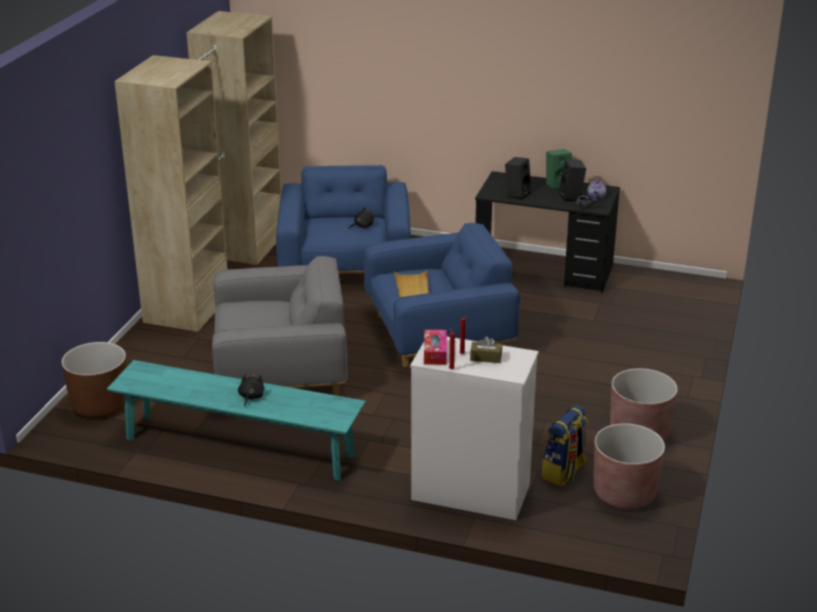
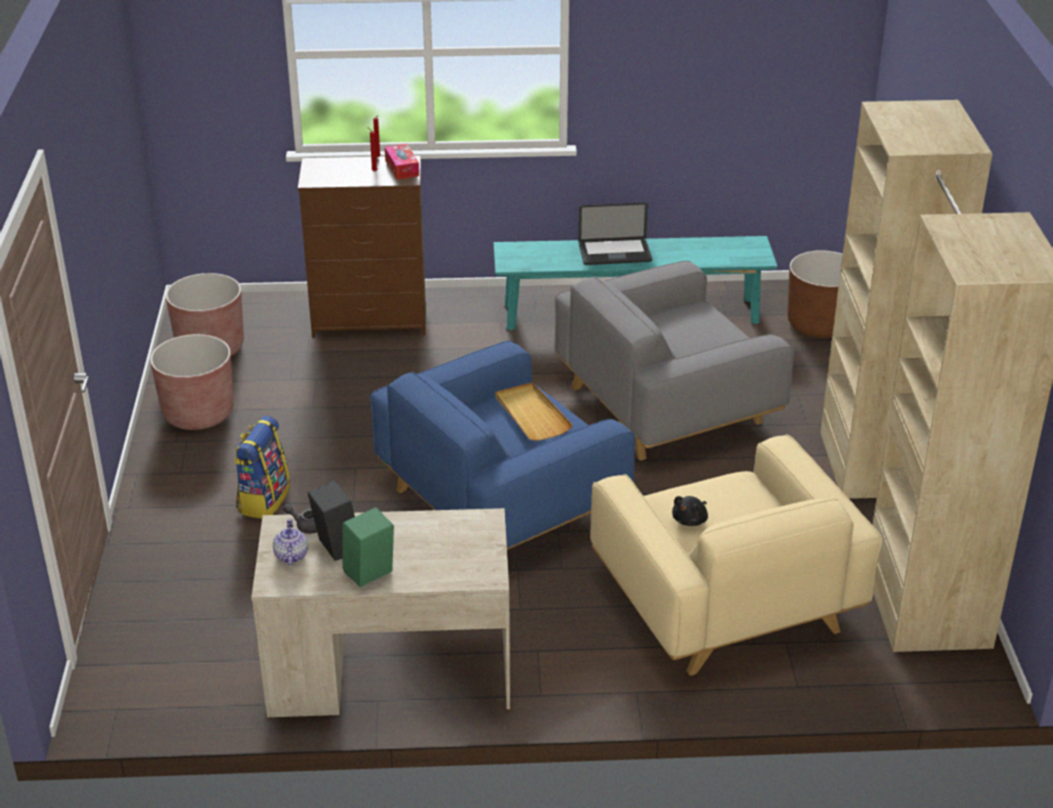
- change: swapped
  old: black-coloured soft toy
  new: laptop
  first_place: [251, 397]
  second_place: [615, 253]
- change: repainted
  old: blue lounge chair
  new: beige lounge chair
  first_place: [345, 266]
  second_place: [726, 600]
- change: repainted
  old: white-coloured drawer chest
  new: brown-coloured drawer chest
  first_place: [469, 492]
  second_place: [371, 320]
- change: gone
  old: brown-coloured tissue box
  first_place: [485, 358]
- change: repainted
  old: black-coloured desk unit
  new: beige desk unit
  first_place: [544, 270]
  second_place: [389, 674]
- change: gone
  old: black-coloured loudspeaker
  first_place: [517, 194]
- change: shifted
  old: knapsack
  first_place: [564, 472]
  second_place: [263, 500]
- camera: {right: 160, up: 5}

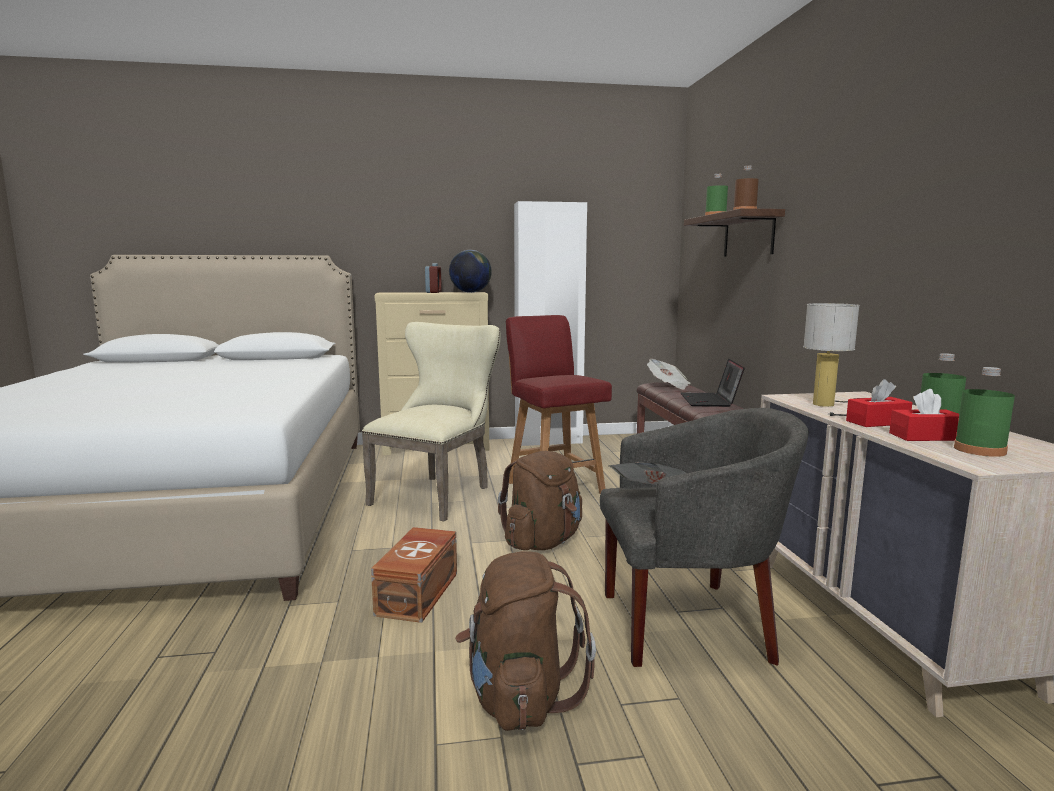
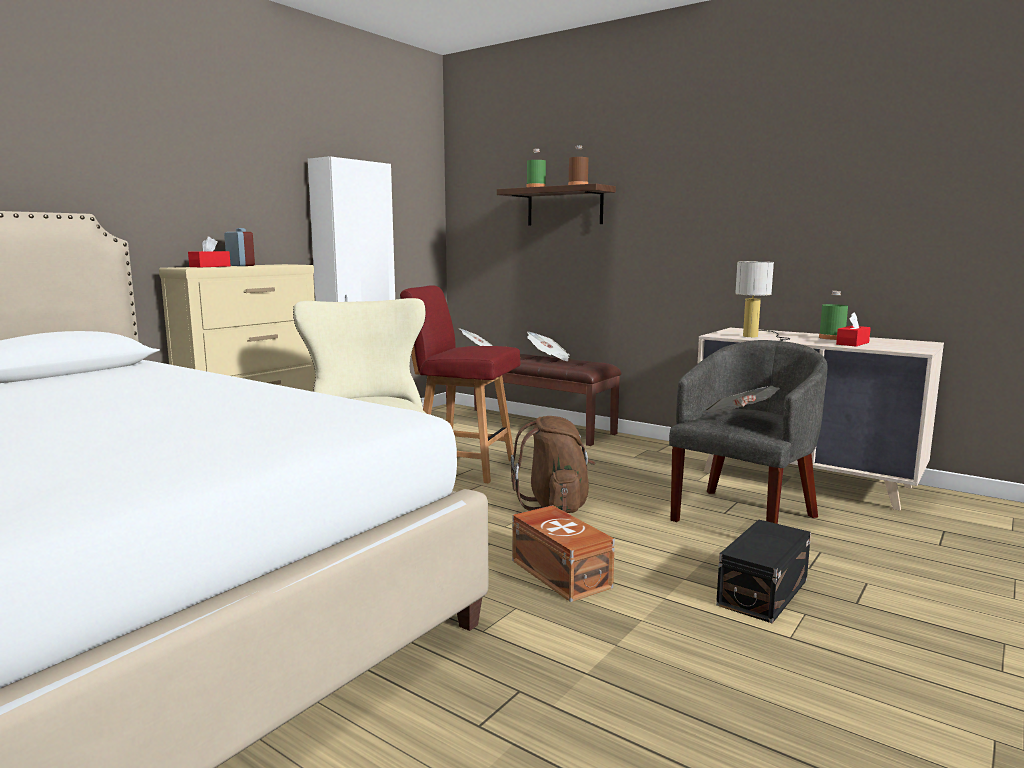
- change: gone
  old: desk globe
  first_place: [470, 292]
- change: swapped
  old: brown-coloured knapsack
  new: black-coloured storage container
  first_place: [519, 697]
  second_place: [765, 592]
- change: swapped
  old: laptop
  new: daily paper
  first_place: [710, 401]
  second_place: [549, 359]
- change: shifted
  old: reddish tissue box
  first_place: [877, 422]
  second_place: [210, 266]
- change: gone
  old: green beverage bottle
  first_place: [979, 450]
- camera: {right: -45, up: 0}

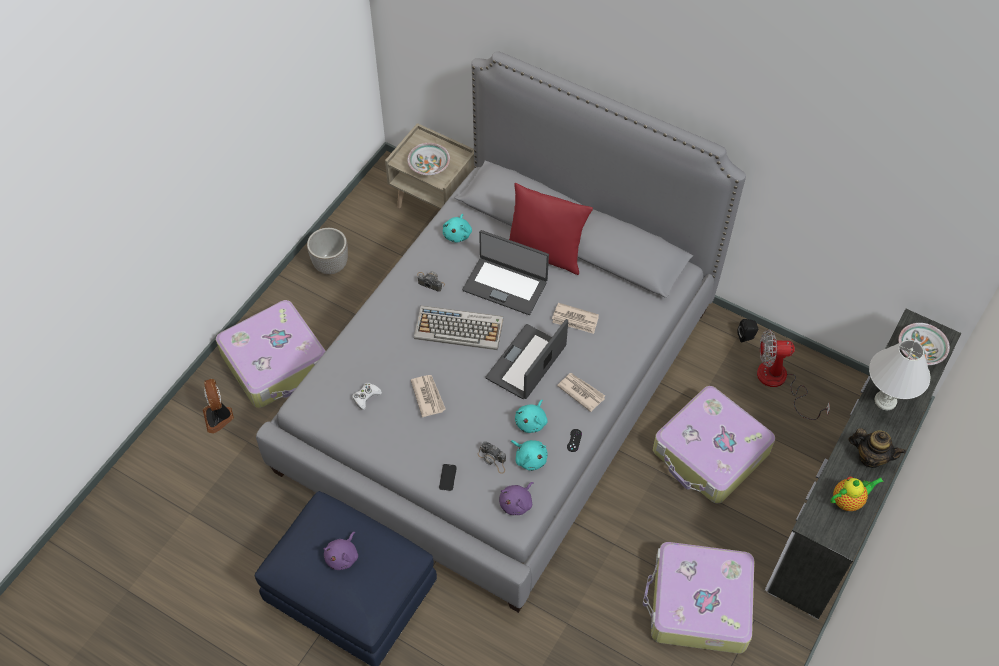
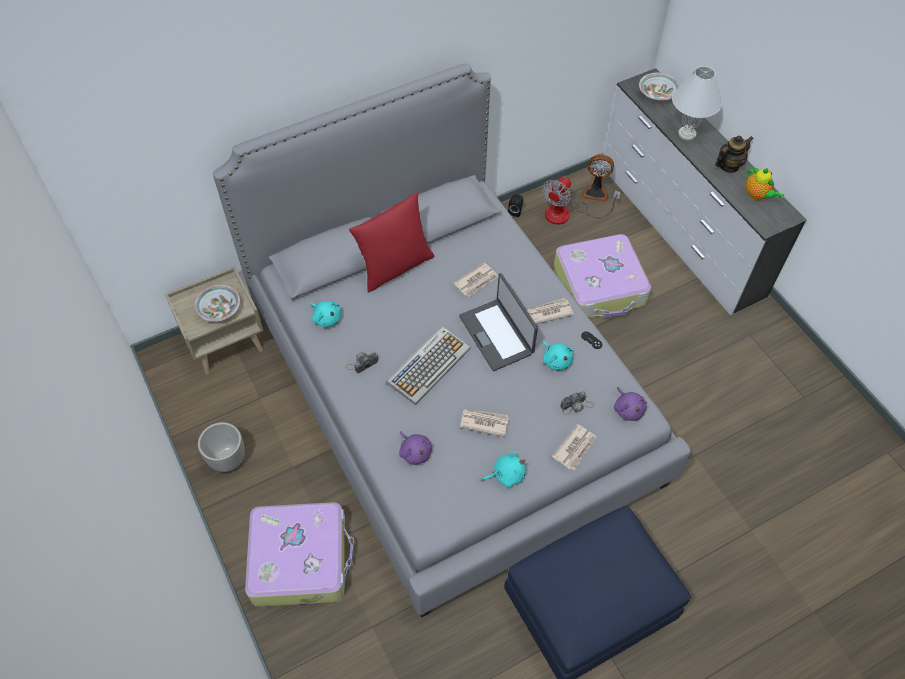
- change: shifted
  old: fan
  first_place: [219, 417]
  second_place: [595, 191]
- change: shifted
  old: purple-coloured soft toy
  first_place: [343, 556]
  second_place: [415, 452]
- change: gone
  old: white-coloured gamepad
  first_place: [366, 397]
- change: swapped
  old: telephone
  new: daily paper
  first_place: [447, 477]
  second_place: [575, 448]
- change: gone
  old: laptop
  first_place: [505, 285]
- change: shifted
  old: blue-green soft toy
  first_place: [530, 458]
  second_place: [506, 475]
- change: gone
  old: suitcase
  first_place: [698, 604]
- change: rotated
  old: teapot
  first_place: [849, 500]
  second_place: [757, 196]
  degrees: 135
- camera: {right: -60, up: 0}

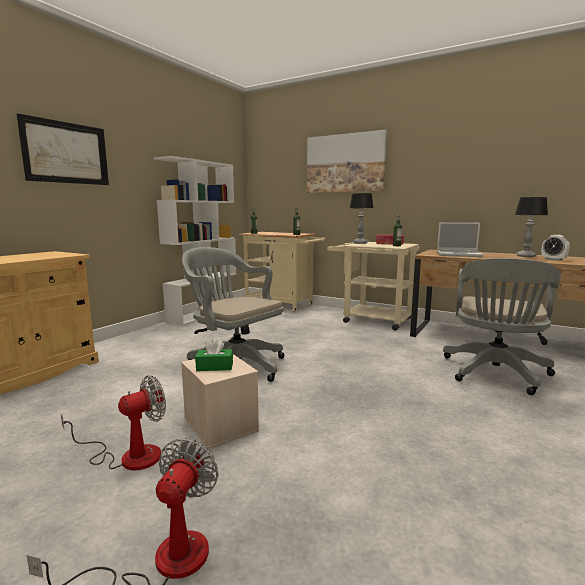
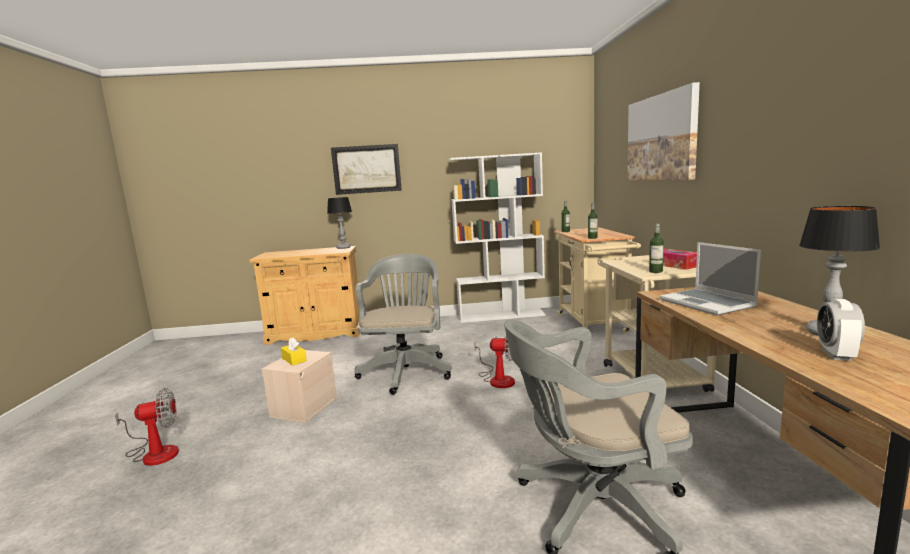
- change: shifted
  old: fan
  first_place: [128, 456]
  second_place: [498, 379]
- change: repainted
  old: green tissue box
  new: yellow tissue box
  first_place: [214, 367]
  second_place: [294, 360]
- change: shifted
  old: tabletop lamp
  first_place: [360, 243]
  second_place: [343, 247]
- camera: {right: 55, up: 0}

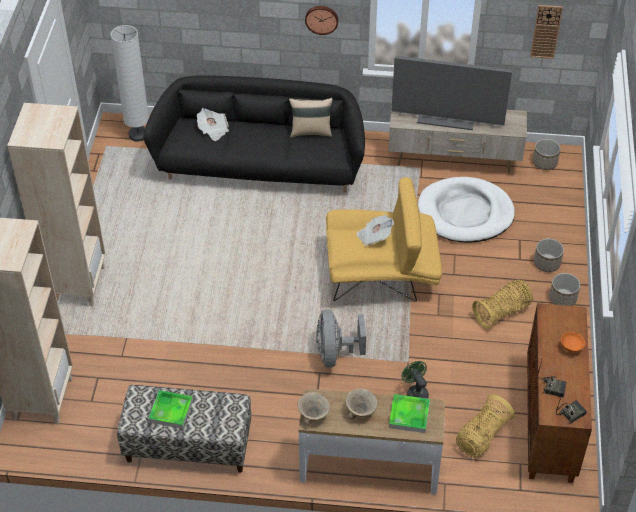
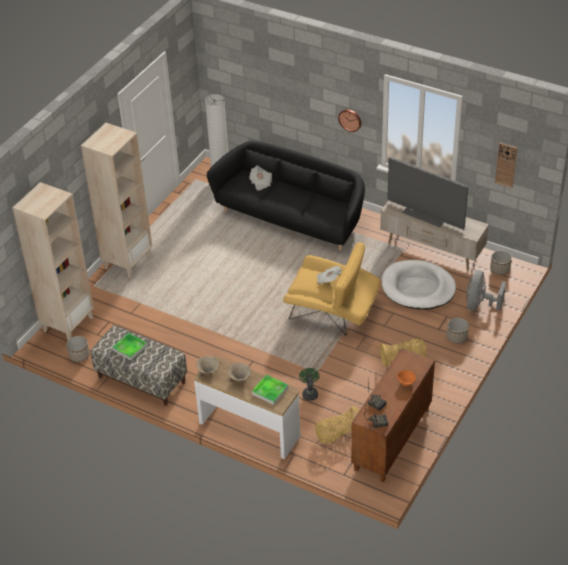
- change: gone
  old: beige pillow
  first_place: [311, 131]
- change: shifted
  old: gray fan
  first_place: [335, 354]
  second_place: [479, 305]
- change: shifted
  old: flower pot
  first_place: [562, 298]
  second_place: [79, 355]
- camera: {right: 25, up: -5}

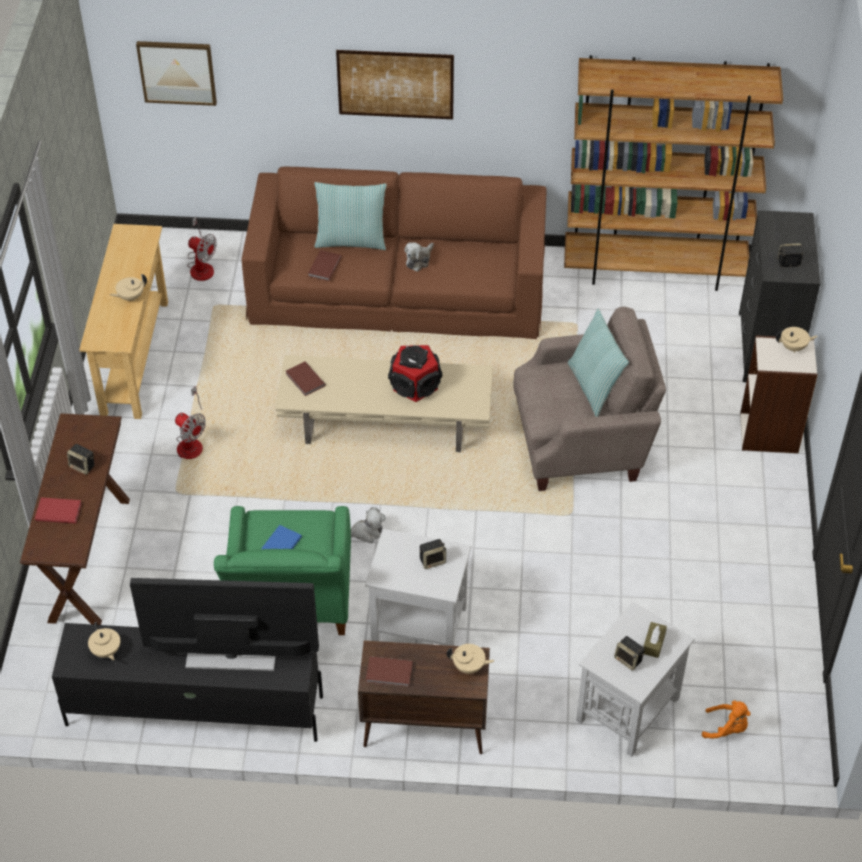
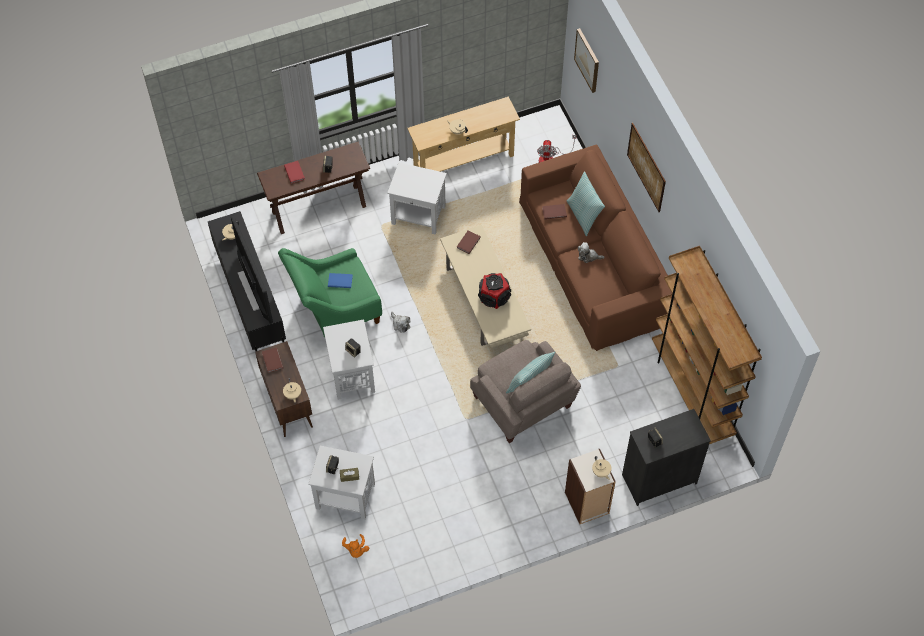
- change: swapped
  old: fan
  new: white-coloured side table
  first_place: [191, 442]
  second_place: [419, 215]
- camera: {right: 65, up: 10}

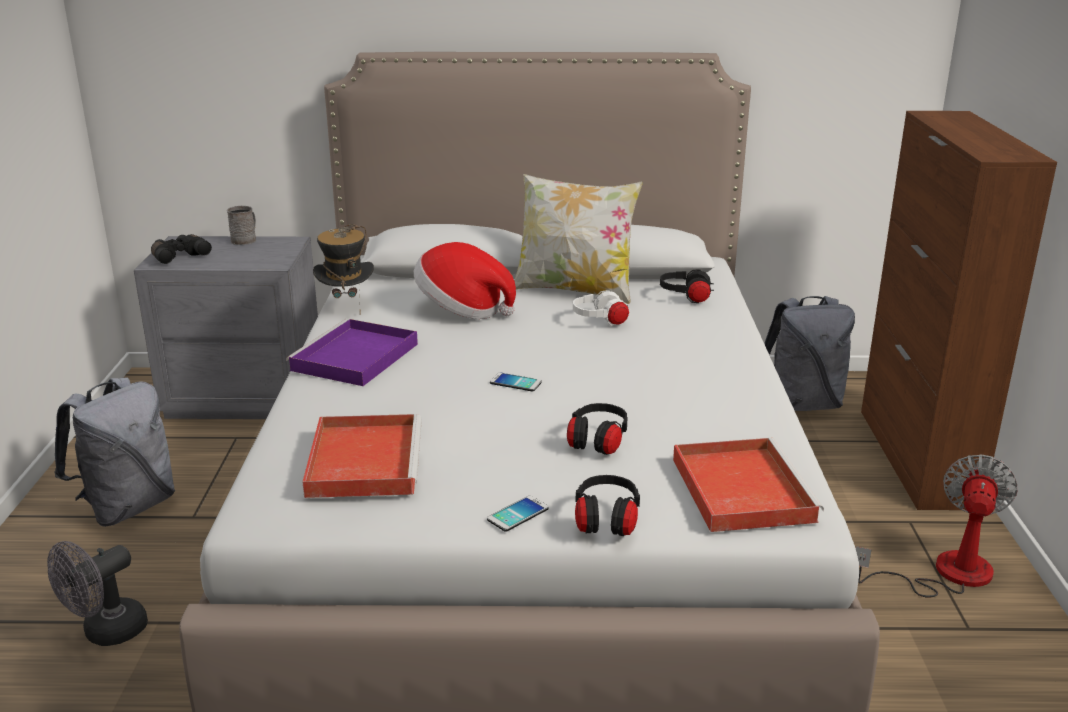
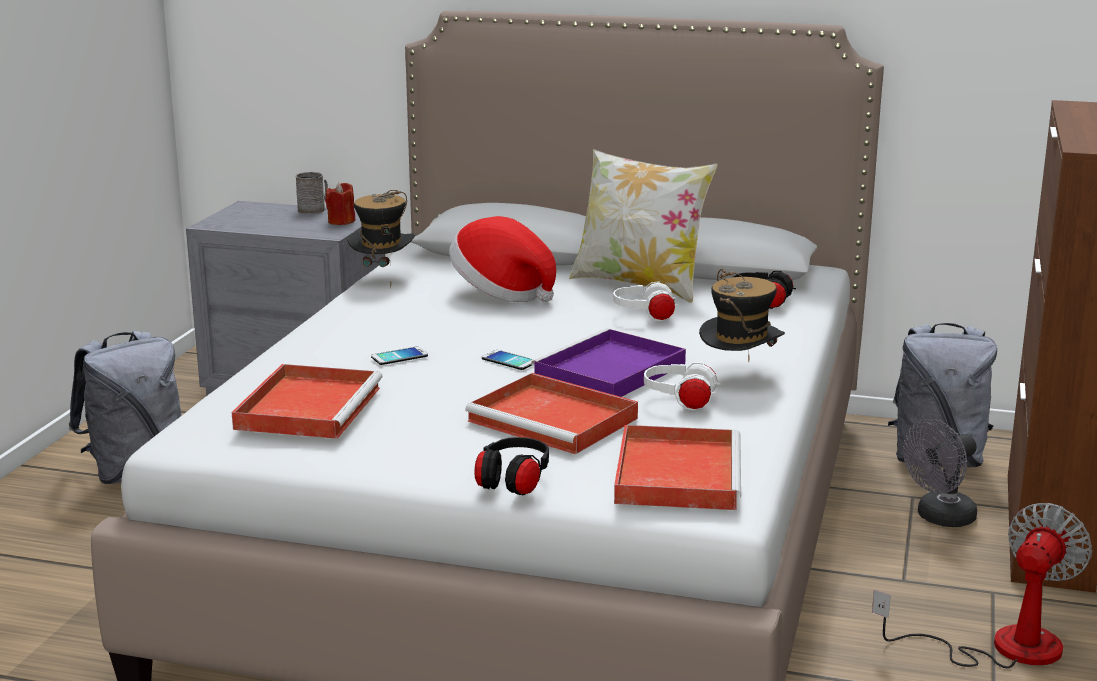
- change: shifted
  old: gray fan
  first_place: [106, 633]
  second_place: [939, 518]
- change: gone
  old: black-coloured field glasses
  first_place: [179, 256]
- change: shifted
  old: purple-coloured tray
  first_place: [354, 358]
  second_place: [609, 372]
- change: shifted
  old: telephone
  first_place: [518, 514]
  second_place: [399, 357]
- change: swapped
  old: black-coloured pair of headphones
  new: reddish tray
  first_place: [597, 443]
  second_place: [556, 420]
- change: new
  new: reddish wax light
  second_place: [341, 221]
- change: new
  new: white-coloured pair of headphones
  second_place: [680, 402]
- change: new
  new: wearable hat
  second_place: [740, 377]
- camera: {right: 15, up: -5}

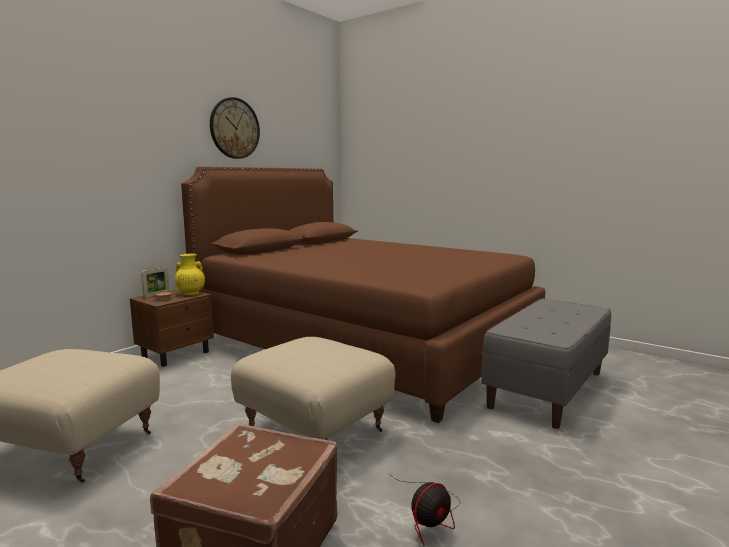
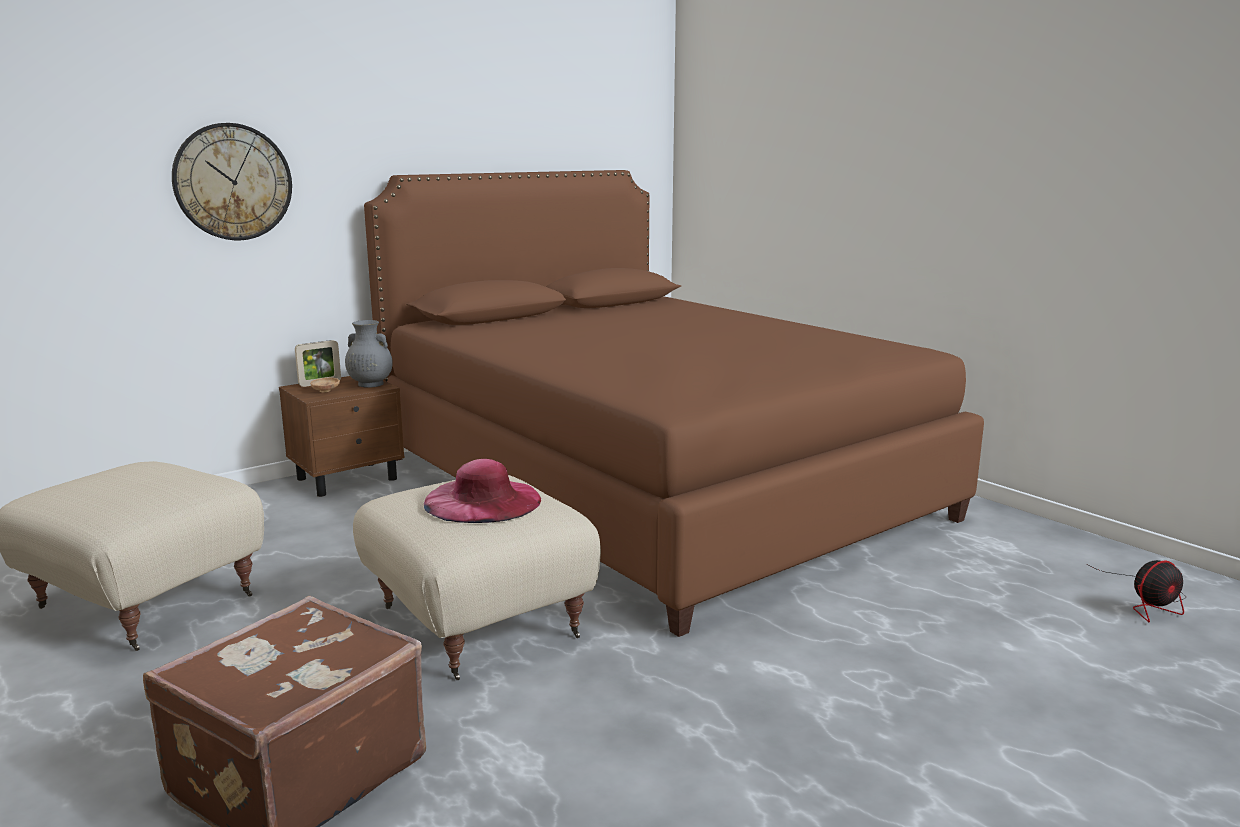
- change: repainted
  old: yellow vase
  new: gray vase
  first_place: [190, 293]
  second_place: [370, 384]
- change: shifted
  old: hanging clock
  first_place: [234, 128]
  second_place: [233, 182]
- change: shifted
  old: fan
  first_place: [430, 516]
  second_place: [1150, 602]
- change: gone
  old: gray long seat
  first_place: [547, 389]
- change: new
  new: pink-coloured wearable hat
  second_place: [482, 500]
- camera: {right: 15, up: 5}

